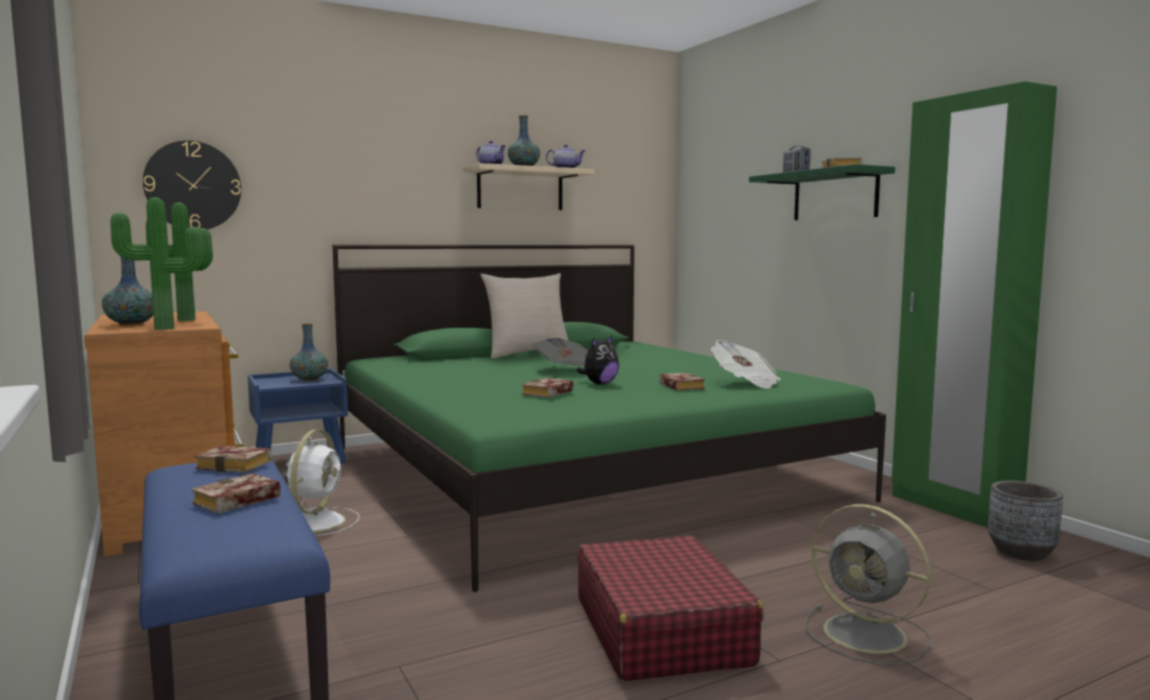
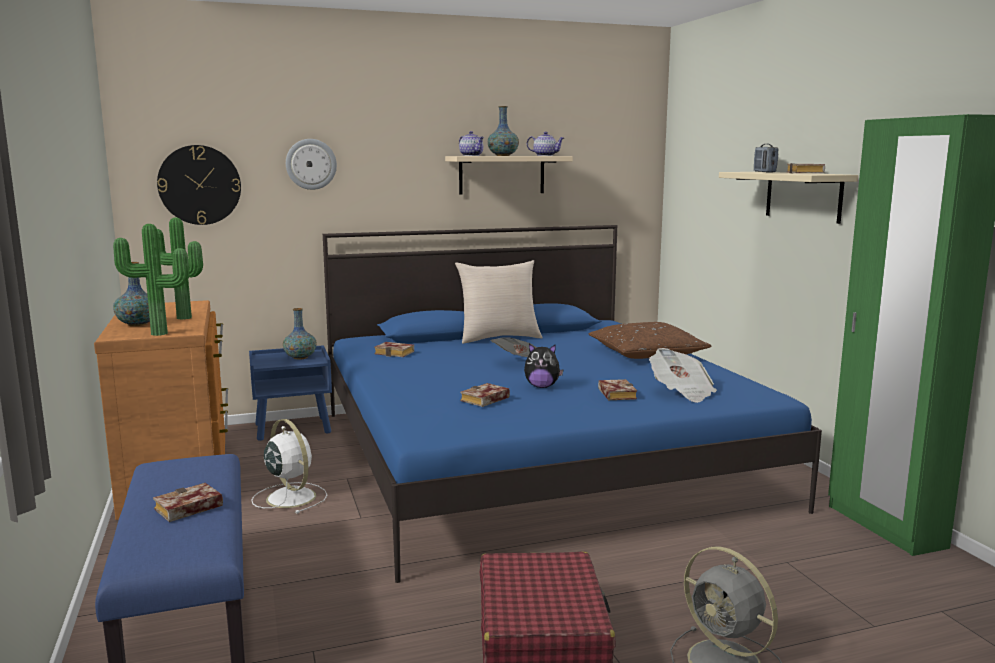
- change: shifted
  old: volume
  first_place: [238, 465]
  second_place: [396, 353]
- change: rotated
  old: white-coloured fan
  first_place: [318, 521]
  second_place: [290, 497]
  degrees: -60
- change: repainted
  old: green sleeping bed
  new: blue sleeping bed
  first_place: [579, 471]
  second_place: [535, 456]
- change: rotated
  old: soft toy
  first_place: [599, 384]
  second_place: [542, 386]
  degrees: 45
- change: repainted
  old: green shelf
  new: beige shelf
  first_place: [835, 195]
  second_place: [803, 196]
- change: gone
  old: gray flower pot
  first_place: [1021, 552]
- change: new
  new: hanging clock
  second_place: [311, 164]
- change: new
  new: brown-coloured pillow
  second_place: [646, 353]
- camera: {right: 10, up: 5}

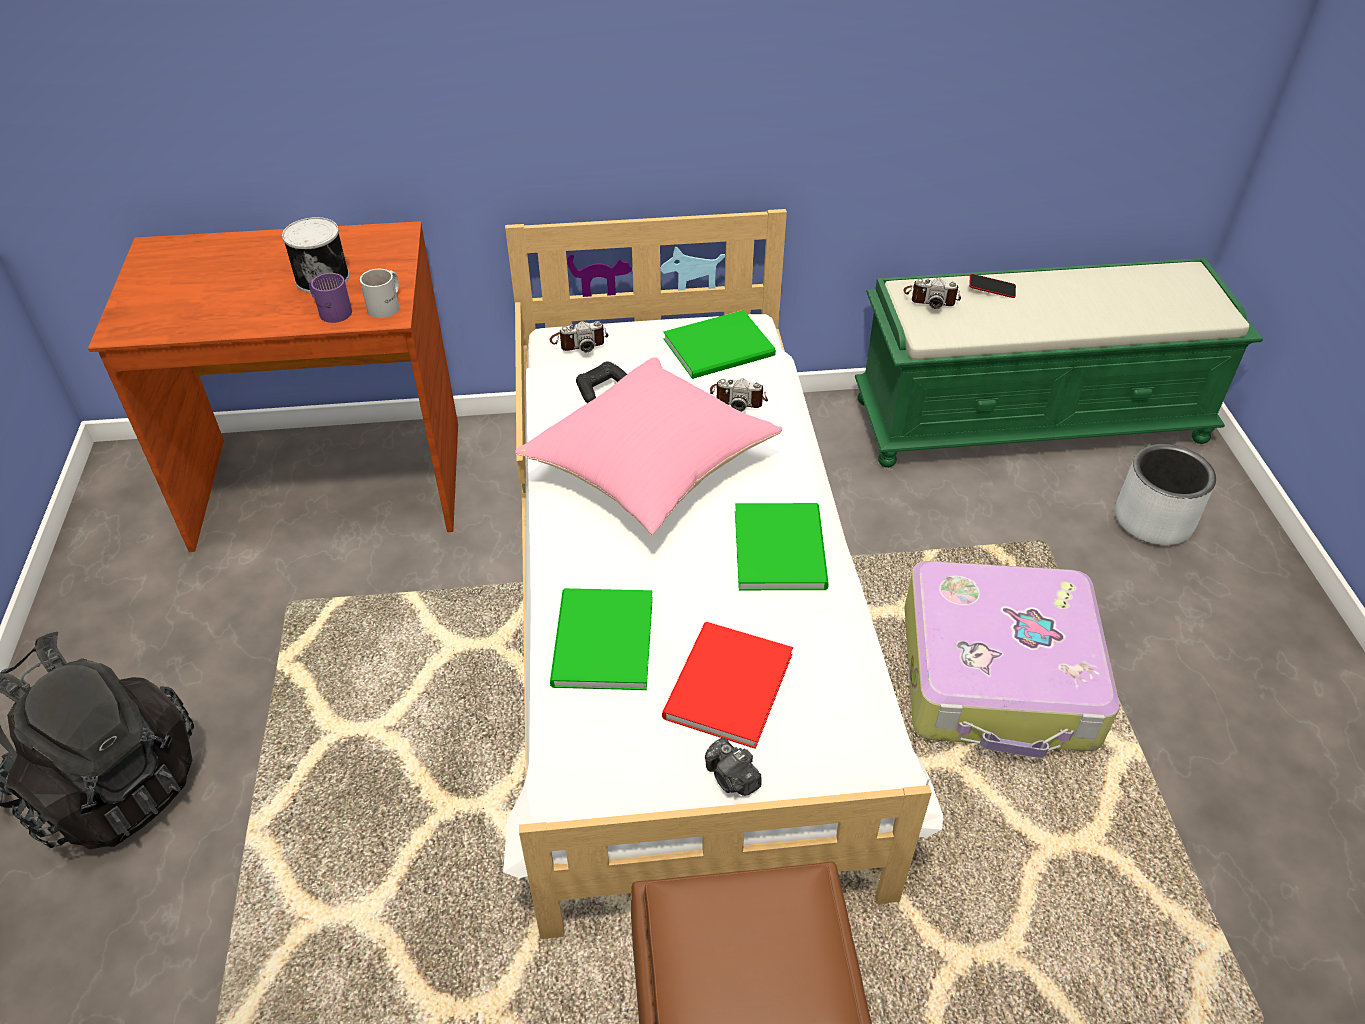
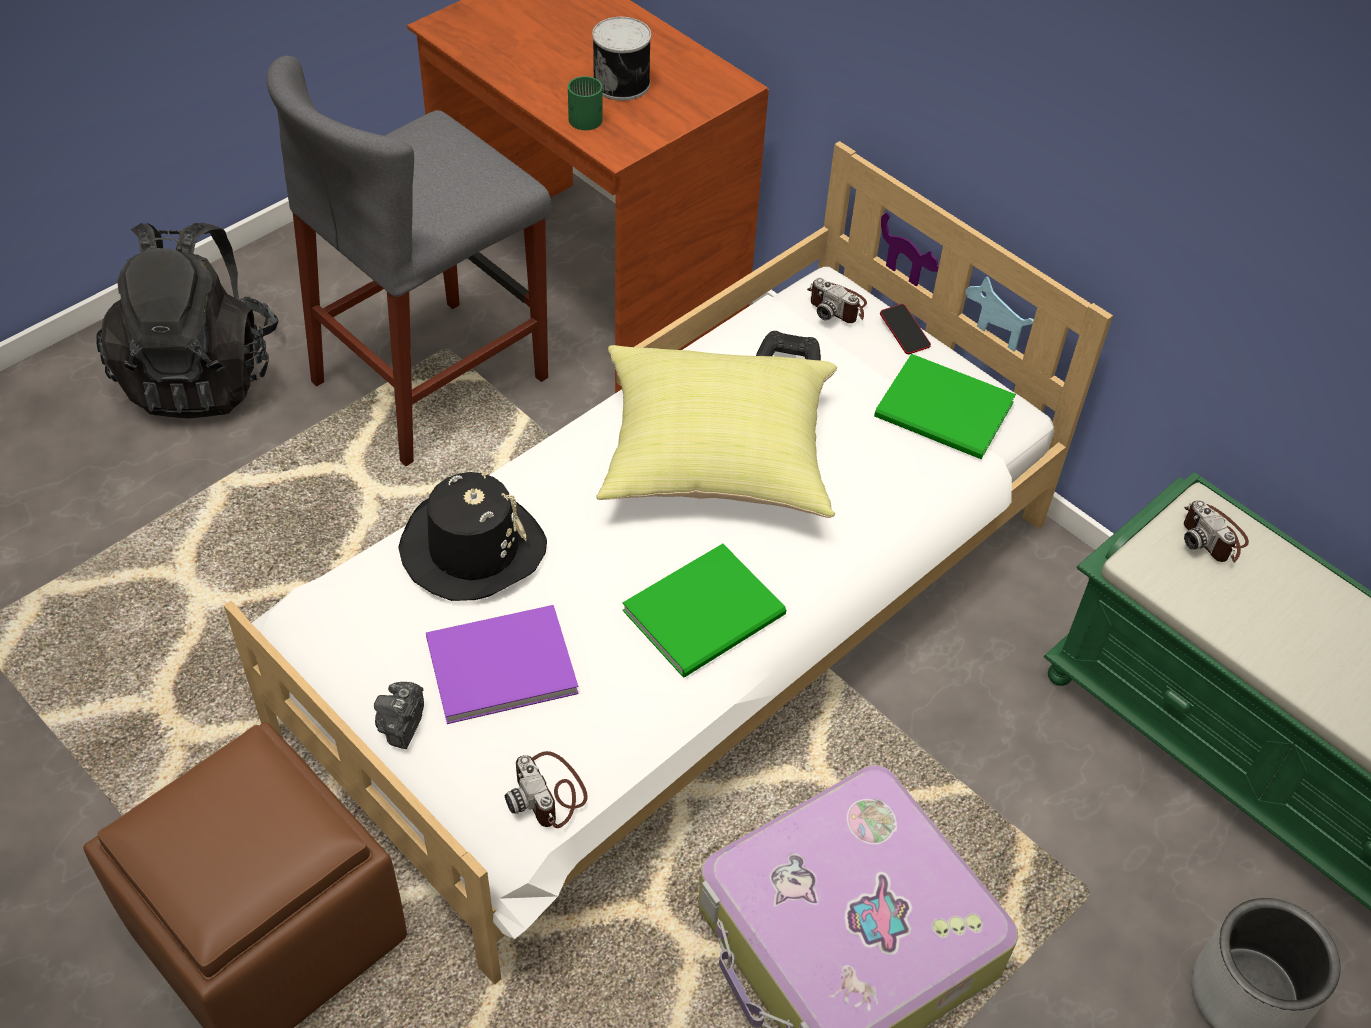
- change: repainted
  old: purple-coloured coffee mug
  new: green coffee mug
  first_place: [332, 310]
  second_place: [586, 115]
- change: gone
  old: white-coloured coffee mug
  first_place: [388, 305]
- change: repainted
  old: pink-coloured pillow
  new: yellow pillow
  first_place: [651, 471]
  second_place: [714, 460]
- change: swapped
  old: green volume
  new: black-coloured wearable hat
  first_place: [599, 644]
  second_place: [472, 548]
- change: repainted
  old: reddish volume
  new: purple-coloured volume
  first_place: [724, 688]
  second_place: [496, 664]
- change: shifted
  old: still camera
  first_place: [738, 397]
  second_place: [549, 793]
- change: shifted
  old: telephone
  first_place: [991, 289]
  second_place: [904, 332]
- change: new
  new: gray stool seat
  second_place: [431, 379]
- camera: {right: 50, up: 5}

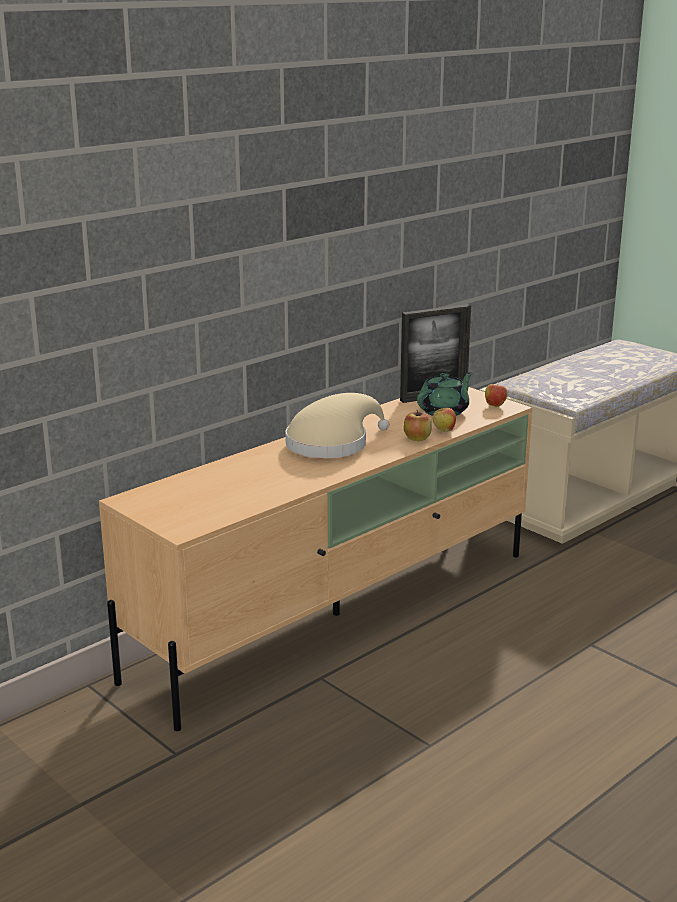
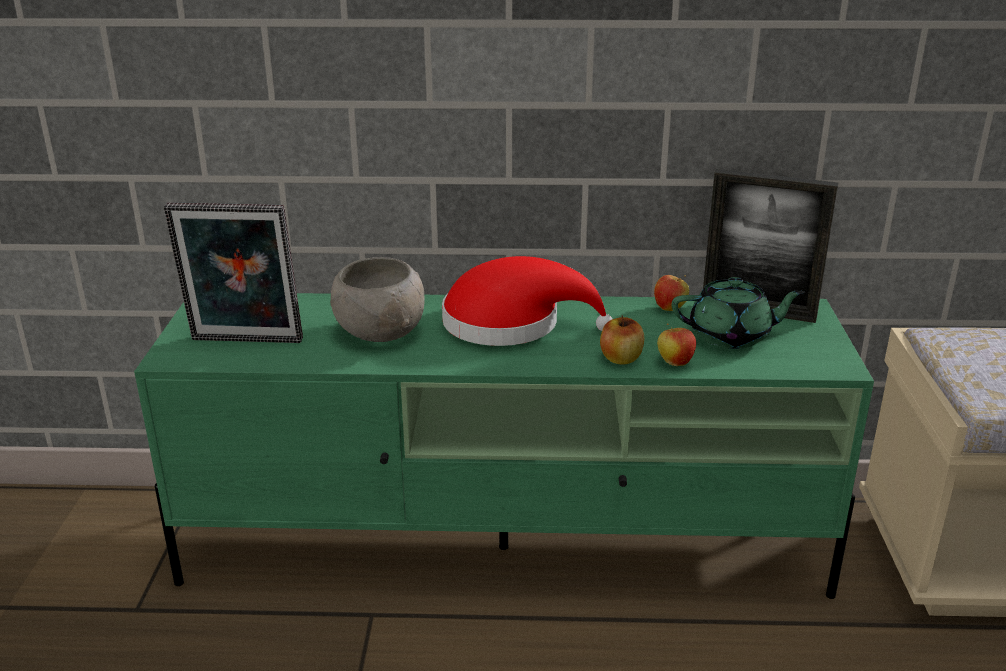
- change: repainted
  old: beige tv stand
  new: green tv stand
  first_place: [339, 613]
  second_place: [507, 548]
- change: repainted
  old: beige wearable hat
  new: reddish wearable hat
  first_place: [332, 444]
  second_place: [511, 323]
- change: shifted
  old: apple fruit
  first_place: [495, 405]
  second_place: [670, 308]
- change: new
  new: photo frame
  second_place: [245, 342]
- change: new
  new: gray deep dish
  second_place: [379, 332]
- camera: {right: 45, up: 5}

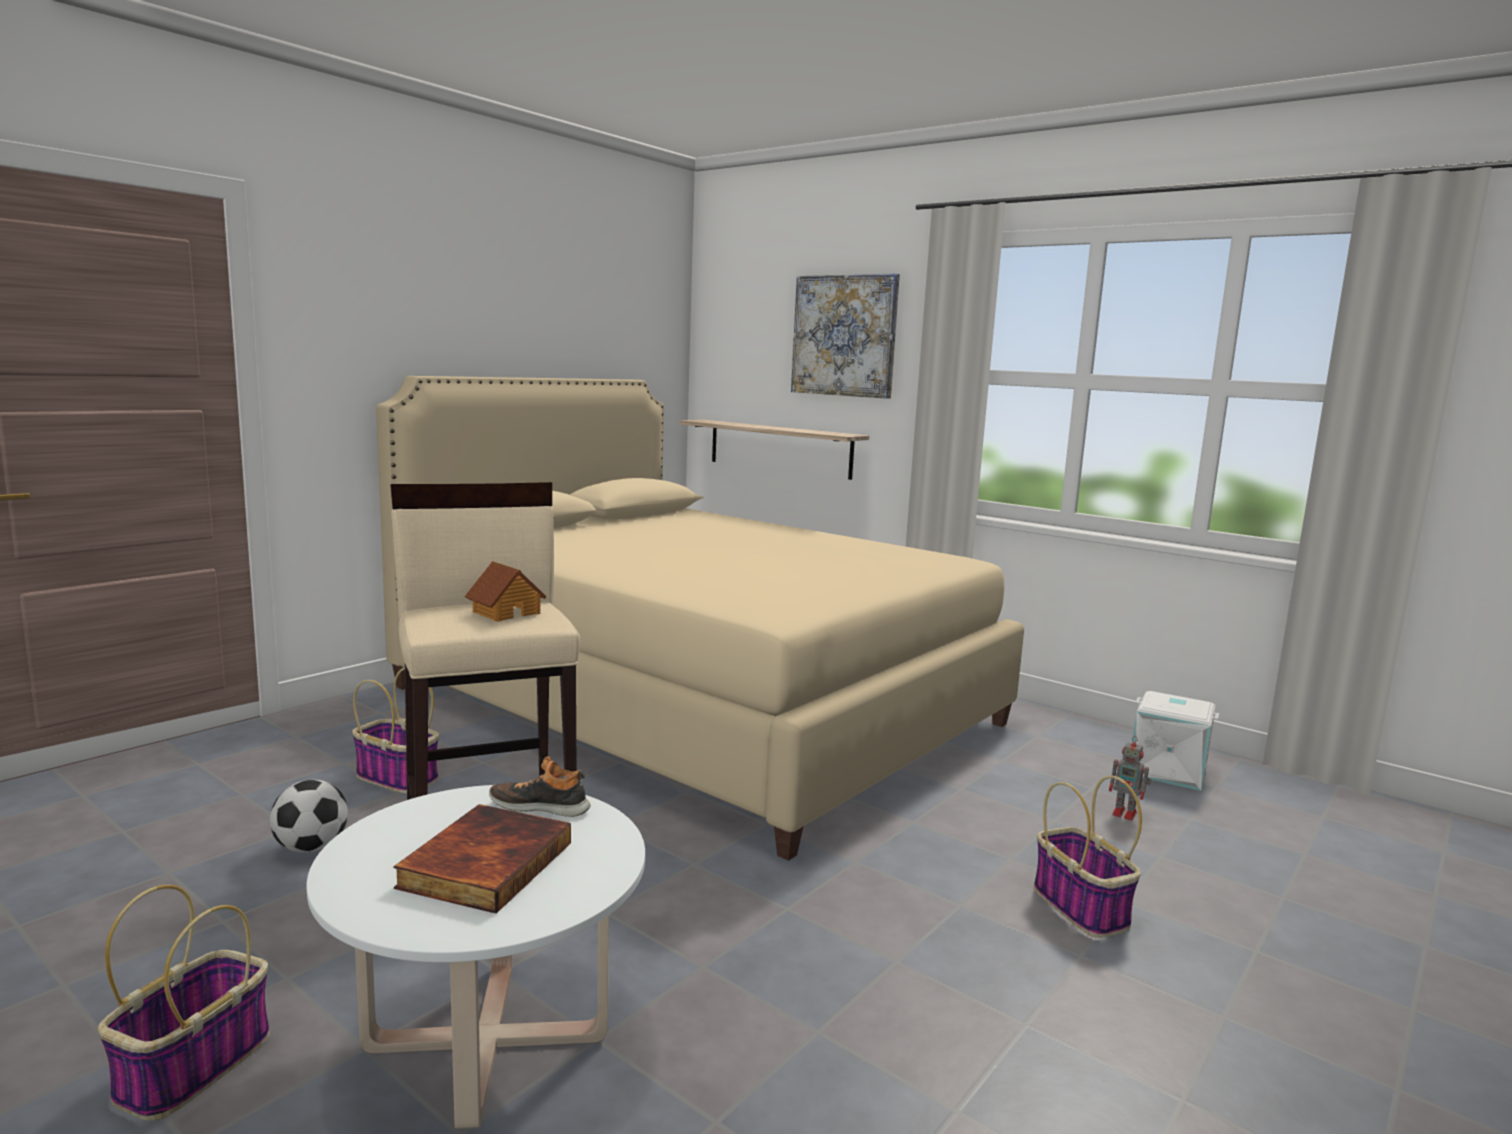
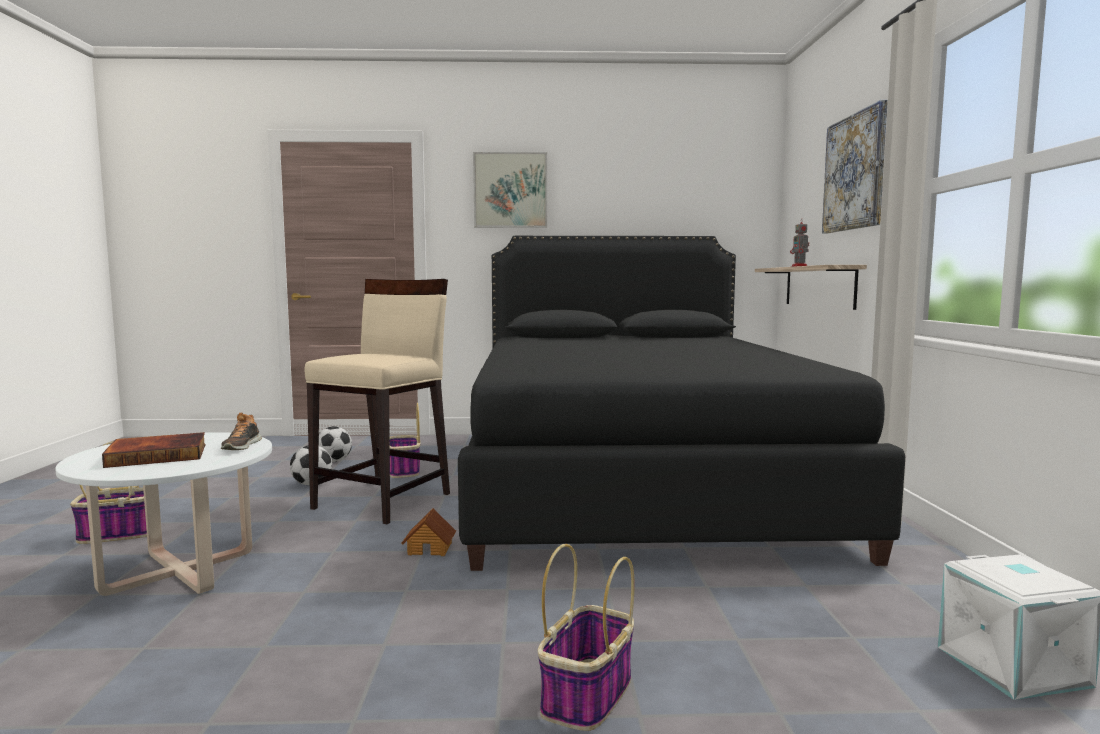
- change: repainted
  old: beige sleeping bed
  new: black-coloured sleeping bed
  first_place: [695, 705]
  second_place: [634, 482]
- change: shifted
  old: toy house
  first_place: [506, 612]
  second_place: [430, 548]
- change: rotated
  old: item of footwear
  first_place: [540, 806]
  second_place: [241, 446]
  degrees: -150
- change: shifted
  old: toy robot
  first_place: [1126, 814]
  second_place: [799, 267]
- change: new
  new: football ball
  second_place: [333, 461]
- change: new
  new: wall art
  second_place: [510, 190]
- camera: {right: 50, up: -5}

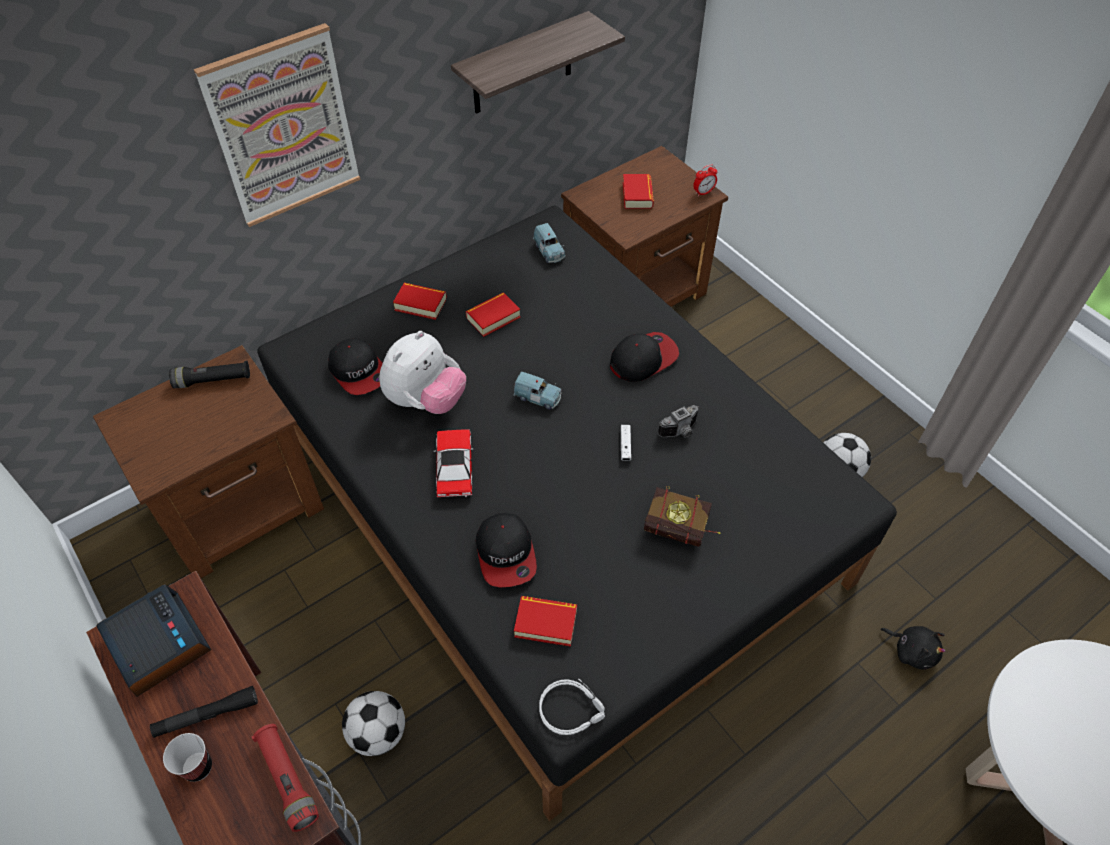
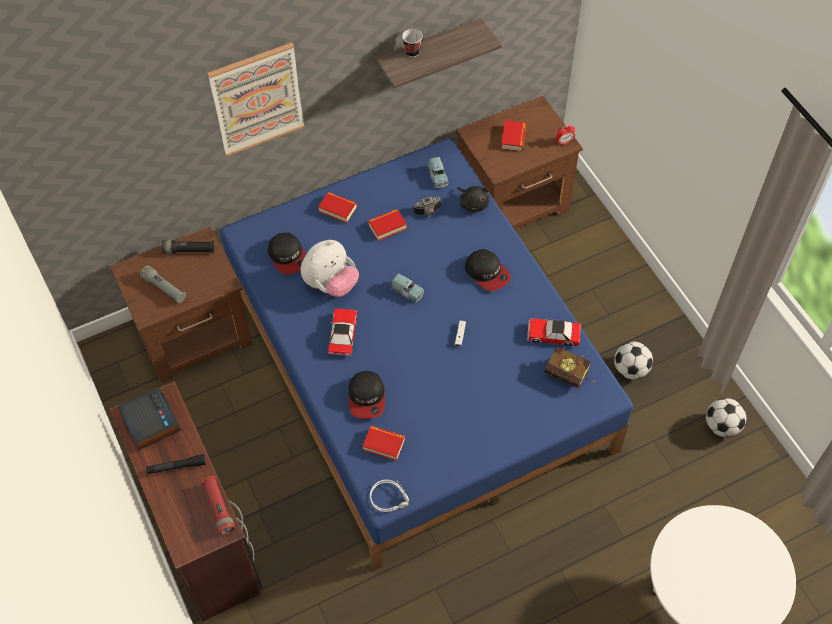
- change: shifted
  old: cup
  first_place: [198, 767]
  second_place: [412, 52]
- change: repainted
  old: black-coloured sleeping bed
  new: blue sleeping bed
  first_place: [555, 505]
  second_place: [417, 364]
- change: shifted
  old: football ball
  first_place: [378, 733]
  second_place: [721, 426]
- change: rotated
  old: cap
  first_place: [643, 359]
  second_place: [487, 273]
  degrees: 75
- change: shifted
  old: volume
  first_place: [682, 531]
  second_place: [570, 376]
- change: shifted
  old: still camera
  first_place: [681, 431]
  second_place: [428, 212]
- change: shifted
  old: black-coloured soft toy
  first_place: [912, 651]
  second_place: [473, 203]
- change: new
  new: gray torch
  second_place: [164, 288]
- change: new
  new: toy car
  second_place: [553, 335]
- camera: {right: 10, up: 5}

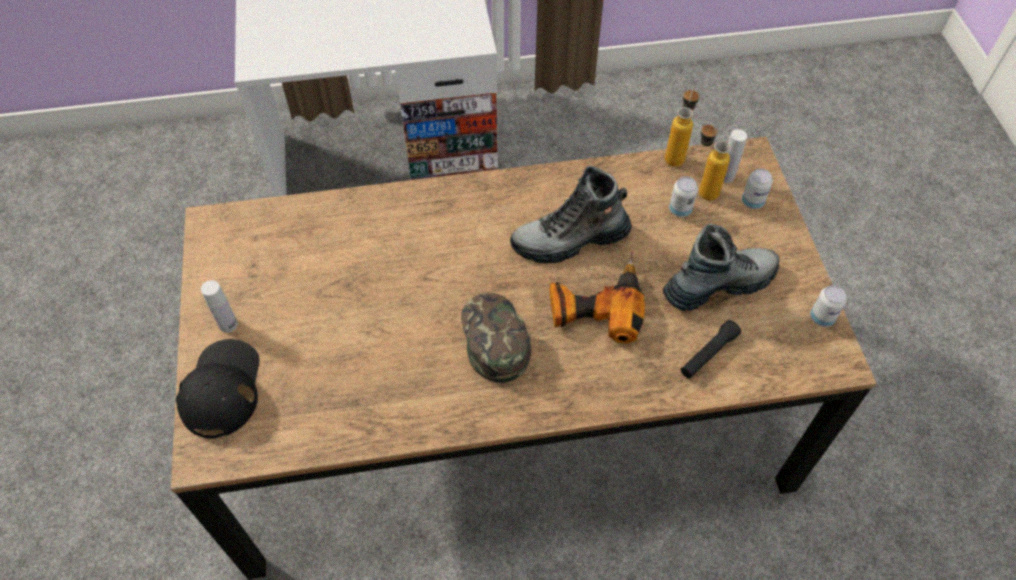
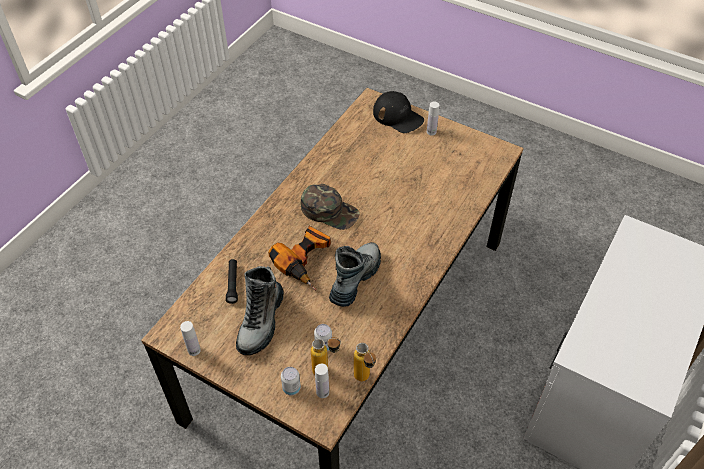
- change: swapped
  old: sealed can
  new: white-coloured beverage bottle
  first_place: [821, 318]
  second_place: [194, 350]
- camera: {right: 130, up: -5}

